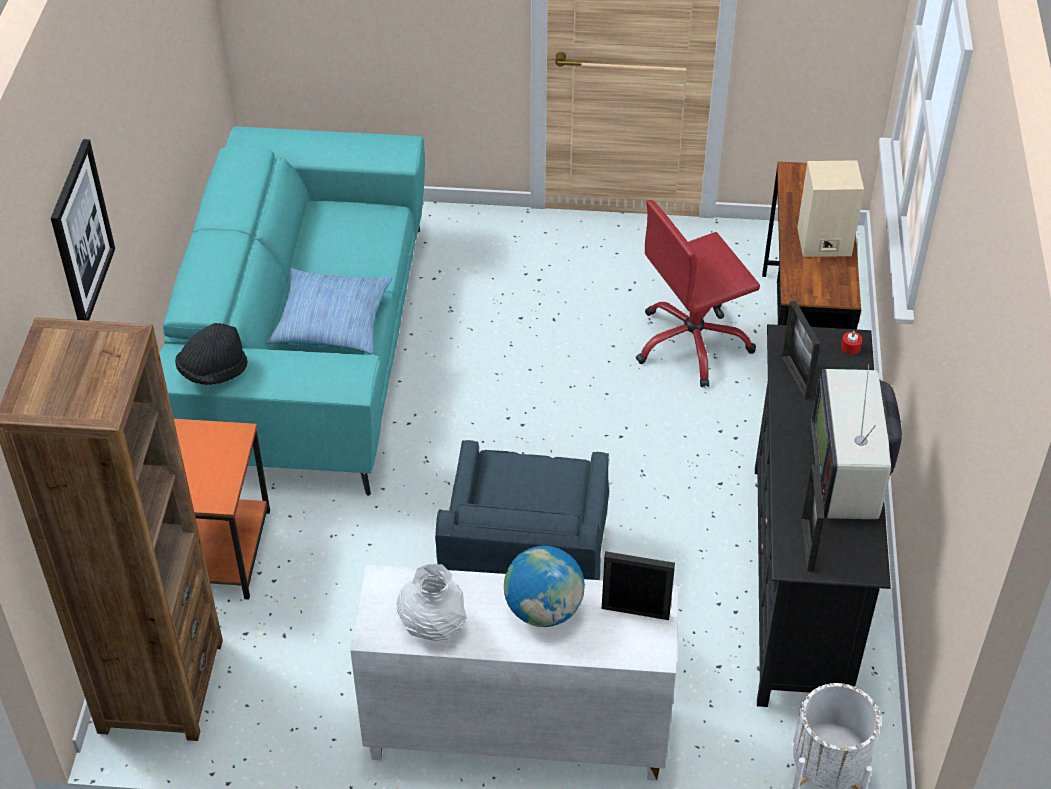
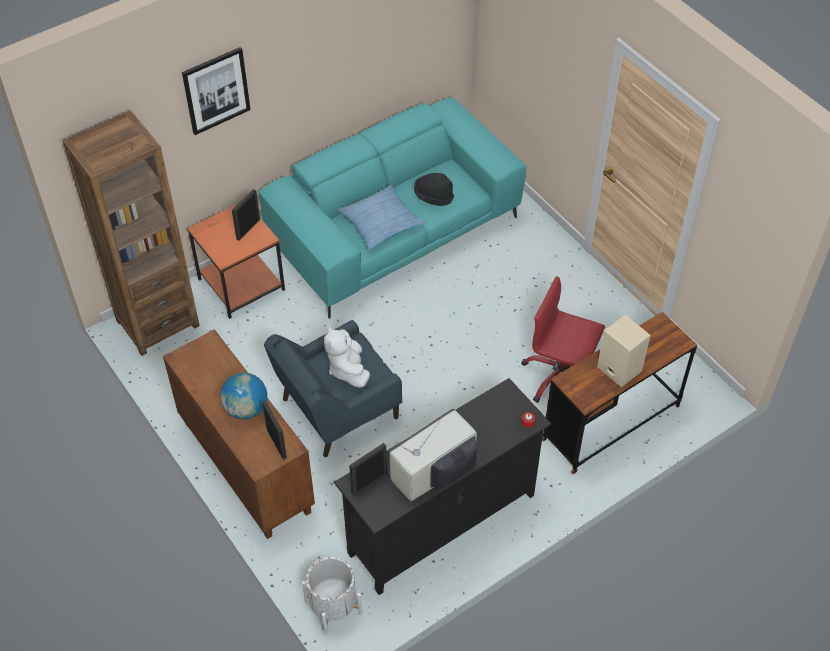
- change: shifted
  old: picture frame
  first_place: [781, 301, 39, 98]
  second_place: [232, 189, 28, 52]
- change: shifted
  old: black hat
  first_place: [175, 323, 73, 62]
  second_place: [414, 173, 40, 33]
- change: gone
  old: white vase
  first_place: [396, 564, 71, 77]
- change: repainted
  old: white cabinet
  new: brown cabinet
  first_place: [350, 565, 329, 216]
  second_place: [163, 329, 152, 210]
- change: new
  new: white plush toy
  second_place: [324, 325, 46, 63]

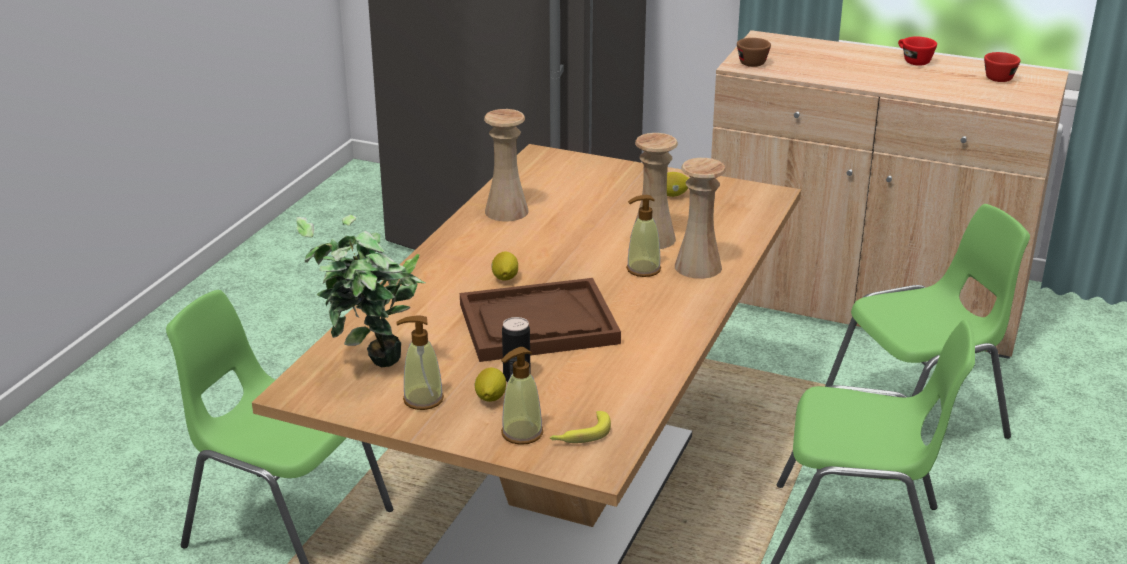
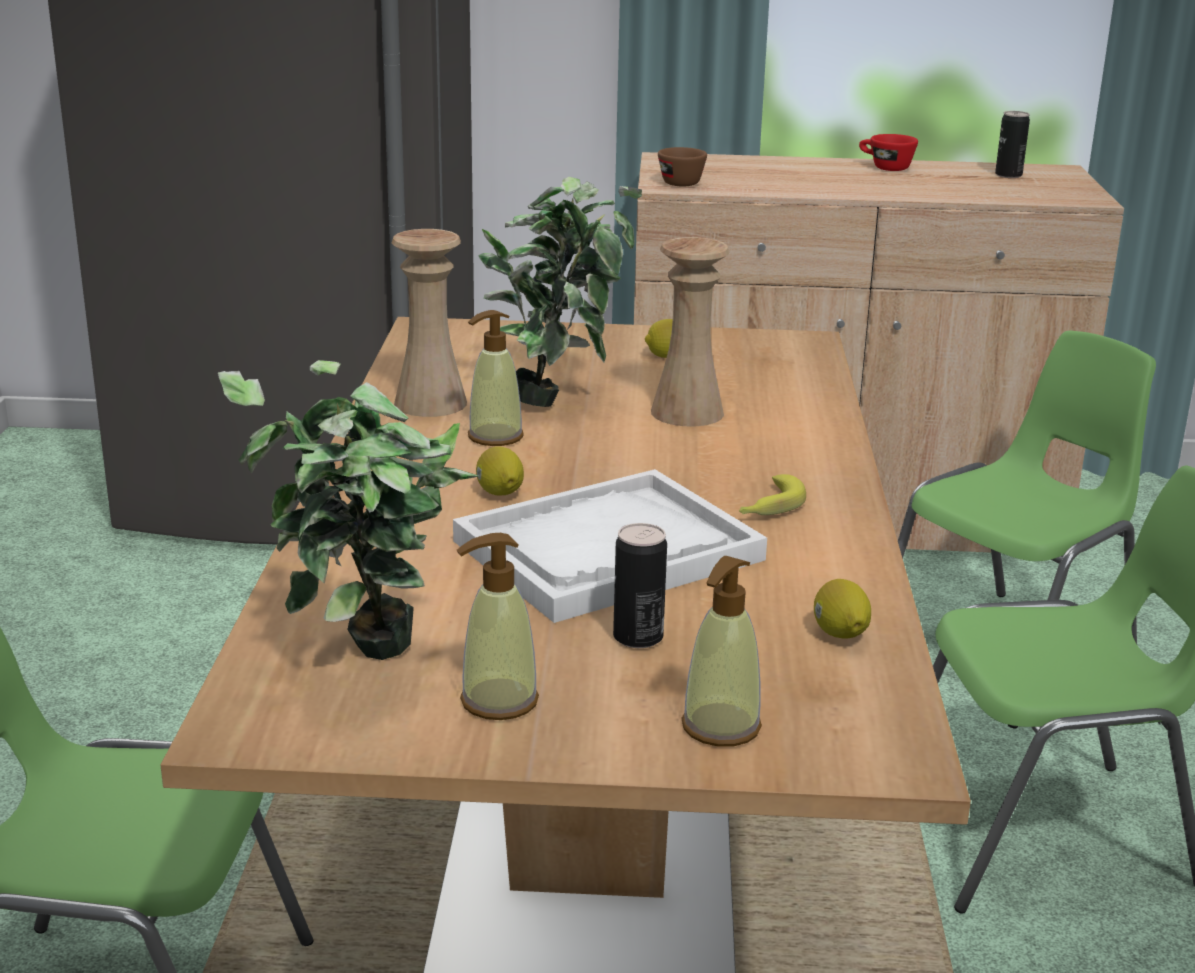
- change: swapped
  old: red cup
  new: can
  first_place: [984, 52, 37, 30]
  second_place: [995, 111, 35, 67]
- change: gone
  old: beige vase
  first_place: [675, 158, 51, 121]
- change: shifted
  old: soap dispenser
  first_place: [626, 195, 35, 82]
  second_place: [468, 310, 56, 136]
- change: repainted
  old: brown tray
  new: white tray
  first_place: [460, 278, 161, 84]
  second_place: [453, 469, 314, 154]
- change: shifted
  old: lemon
  first_place: [475, 367, 31, 35]
  second_place: [814, 579, 57, 59]
- change: shifted
  old: banana
  first_place: [550, 411, 61, 32]
  second_place: [739, 474, 67, 41]
- change: new
  new: potted plant
  second_place: [478, 177, 164, 230]

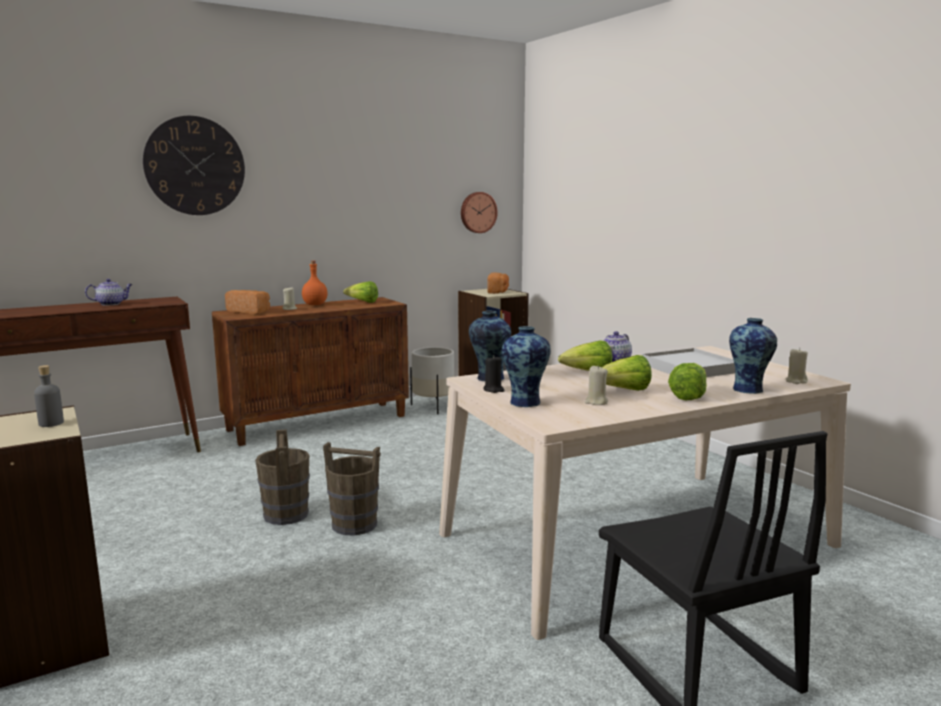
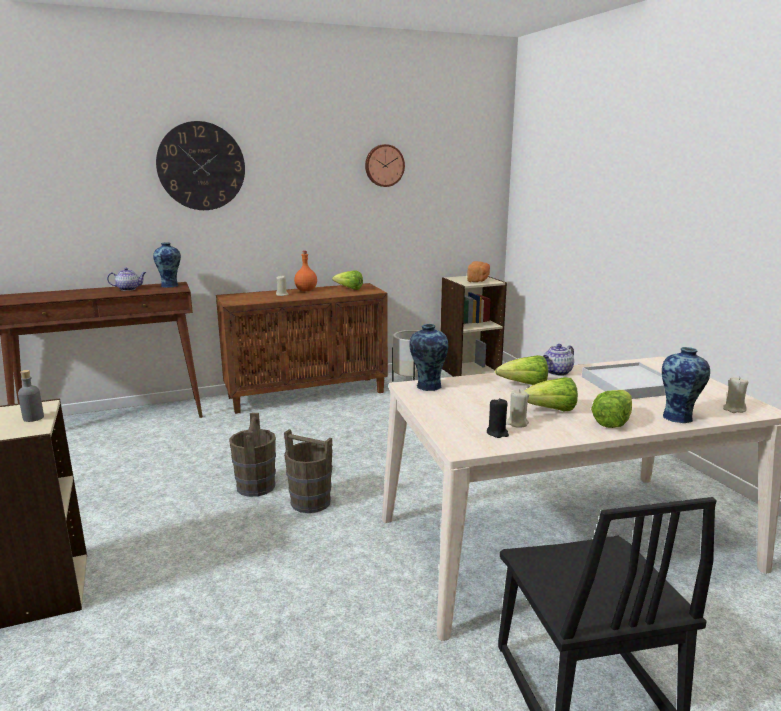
- change: shifted
  old: wall clock
  first_place: [461, 192, 37, 41]
  second_place: [365, 144, 40, 43]
- change: gone
  old: bread
  first_place: [225, 290, 45, 24]
- change: shifted
  old: vase
  first_place: [502, 326, 49, 81]
  second_place: [153, 243, 28, 45]
- change: shifted
  old: black candle
  first_place: [484, 355, 21, 38]
  second_place: [487, 398, 22, 40]

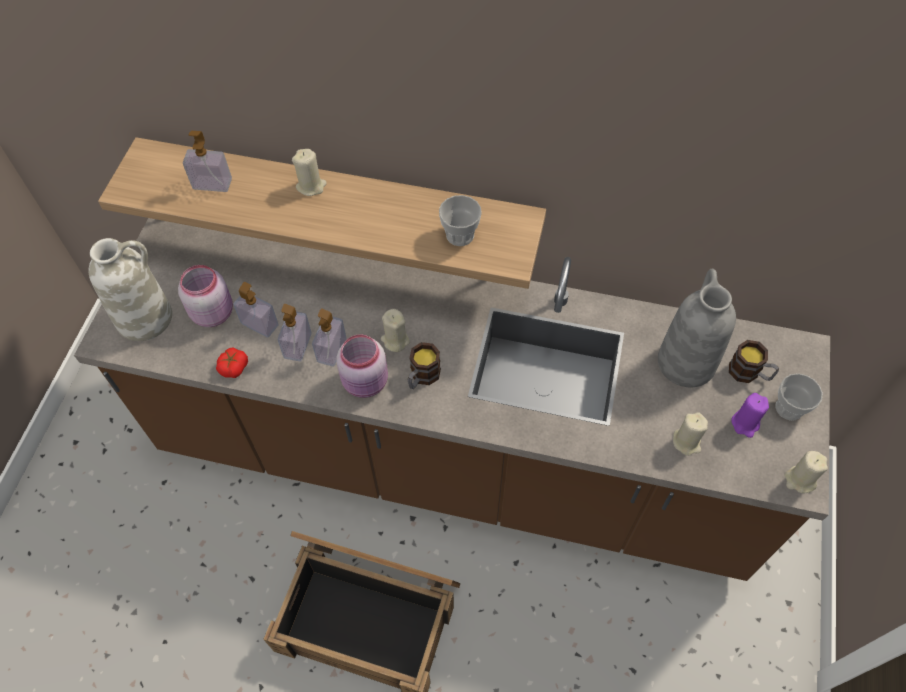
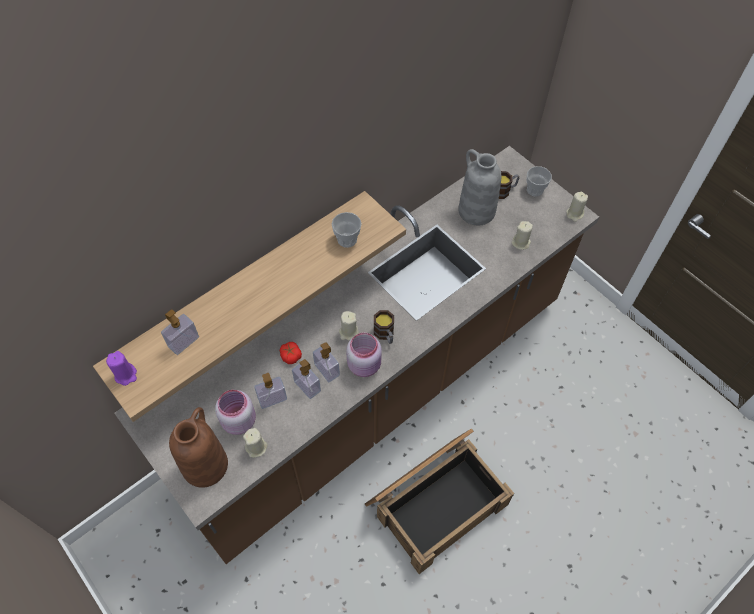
- change: shifted
  old: beige candle
  first_place: [292, 149, 35, 47]
  second_place: [243, 428, 25, 30]
- change: repainted
  old: white vase
  new: brown vase
  first_place: [88, 238, 84, 103]
  second_place: [169, 407, 59, 81]
- change: shifted
  old: tomato
  first_place: [216, 347, 32, 31]
  second_place: [280, 342, 22, 22]
- change: shifted
  old: purple candle
  first_place: [731, 393, 38, 45]
  second_place: [106, 351, 31, 35]

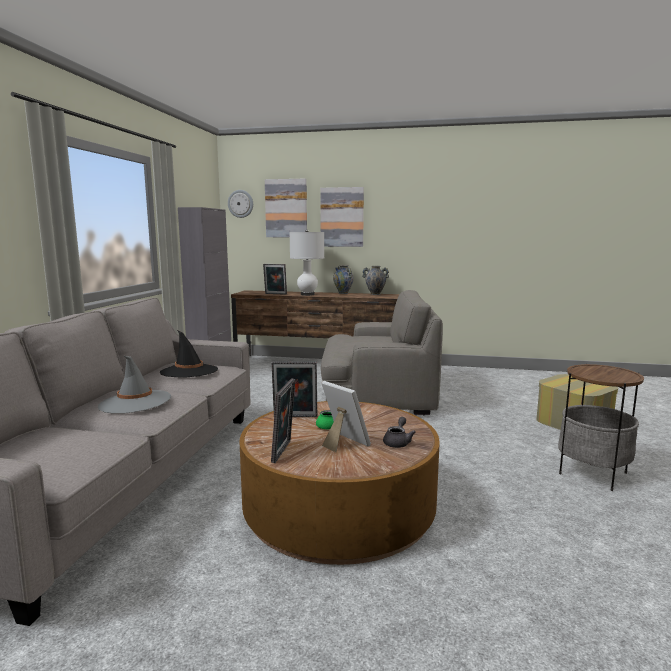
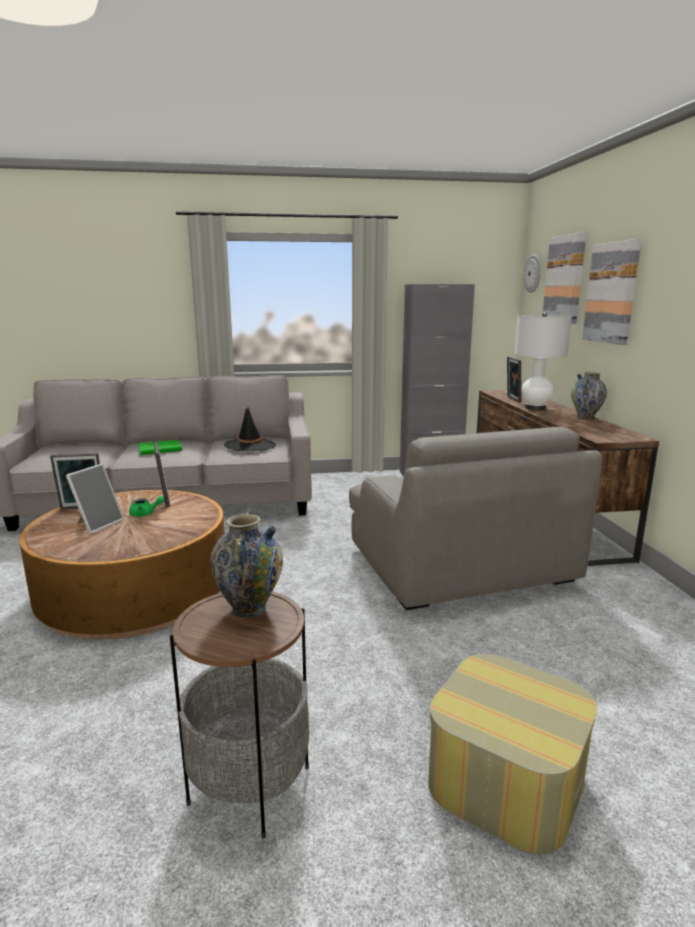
- change: shifted
  old: vase
  first_place: [362, 266, 27, 29]
  second_place: [210, 512, 73, 106]
- change: swapped
  old: grey hat
  new: green book
  first_place: [98, 356, 73, 58]
  second_place: [138, 440, 44, 15]
- change: gone
  old: grey teapot
  first_place: [383, 417, 33, 31]

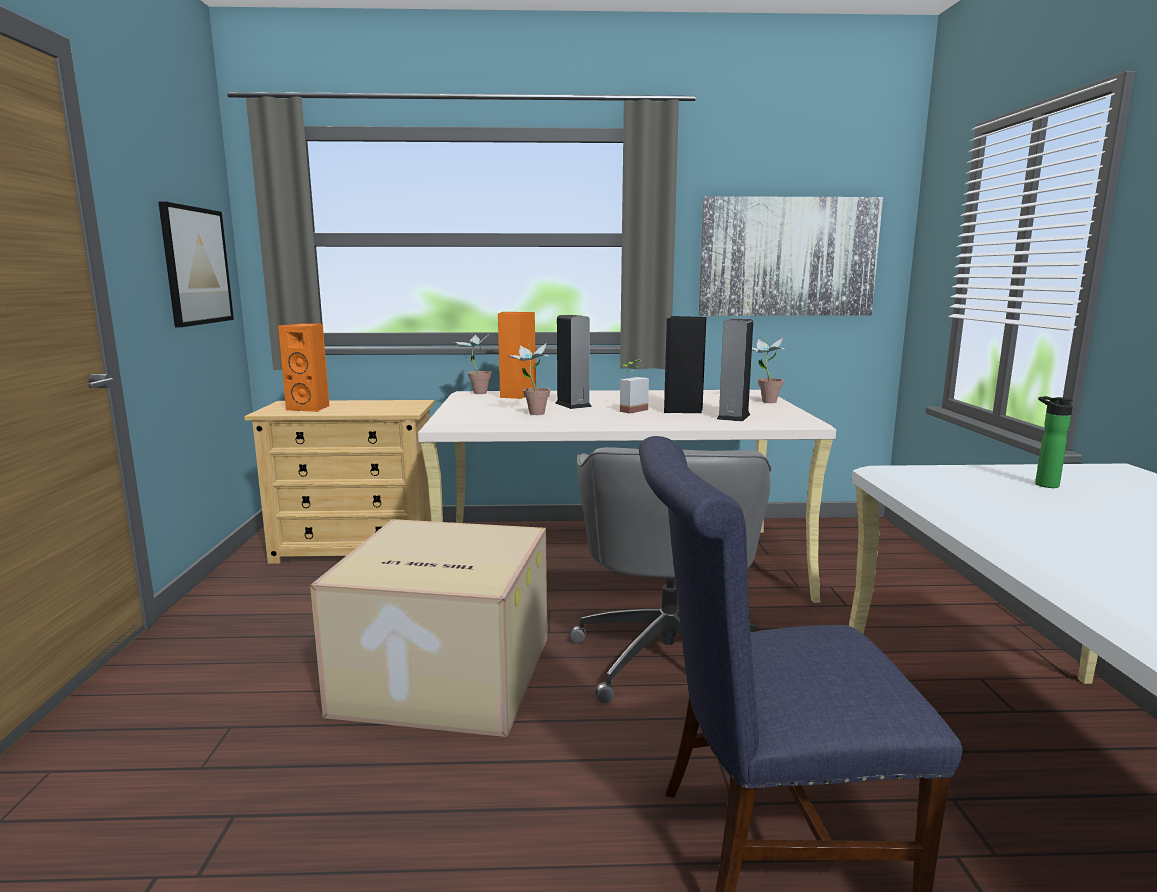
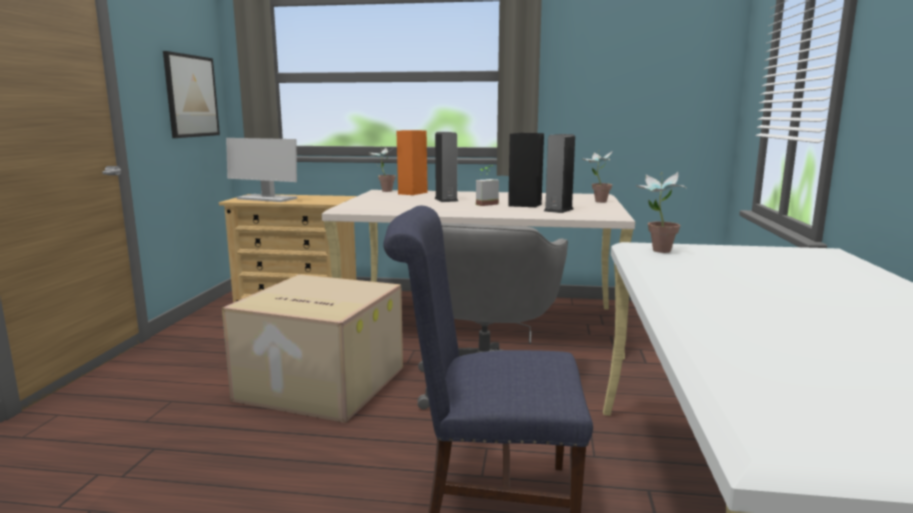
- change: gone
  old: picture
  first_place: [699, 196, 184, 120]
- change: swapped
  old: orange speaker
  new: monitor
  first_place: [278, 323, 52, 89]
  second_place: [226, 138, 71, 64]
- change: shifted
  old: potted plant
  first_place: [507, 343, 44, 72]
  second_place: [636, 172, 50, 81]
- change: gone
  old: bottle
  first_place: [1035, 396, 38, 92]

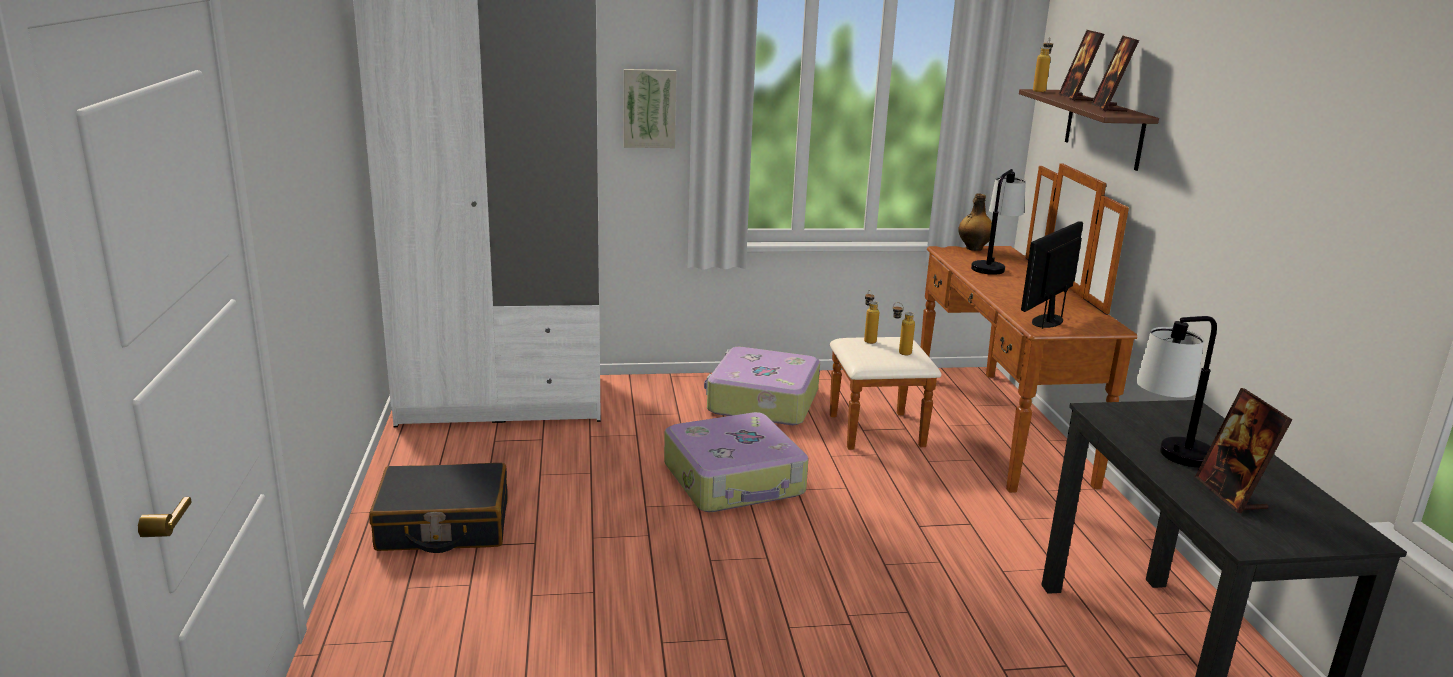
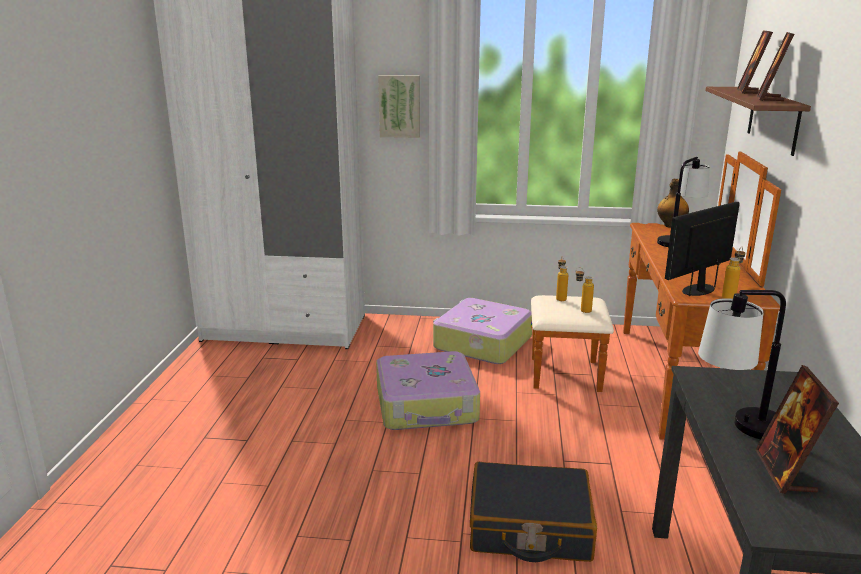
- change: shifted
  old: bottle
  first_place: [1033, 37, 20, 55]
  second_place: [722, 247, 23, 52]
- change: shifted
  old: black suitcase
  first_place: [369, 463, 139, 90]
  second_place: [470, 462, 127, 100]

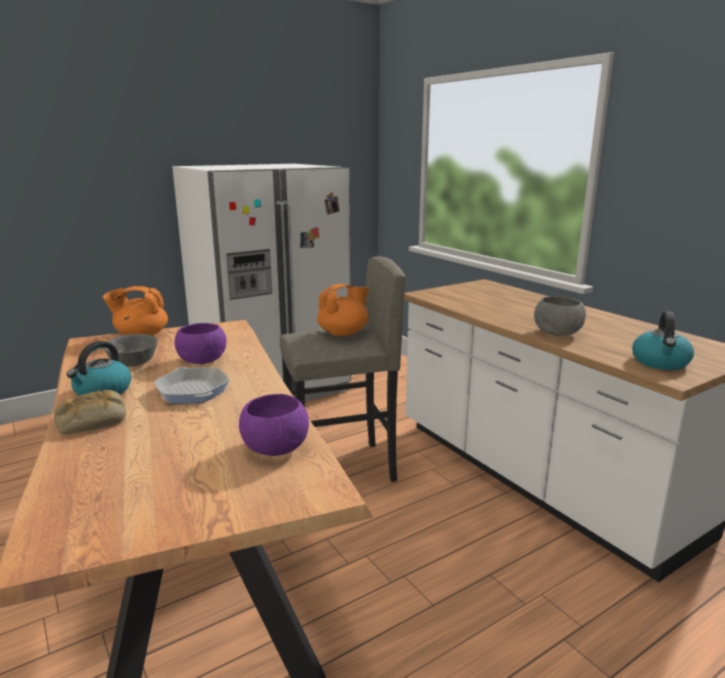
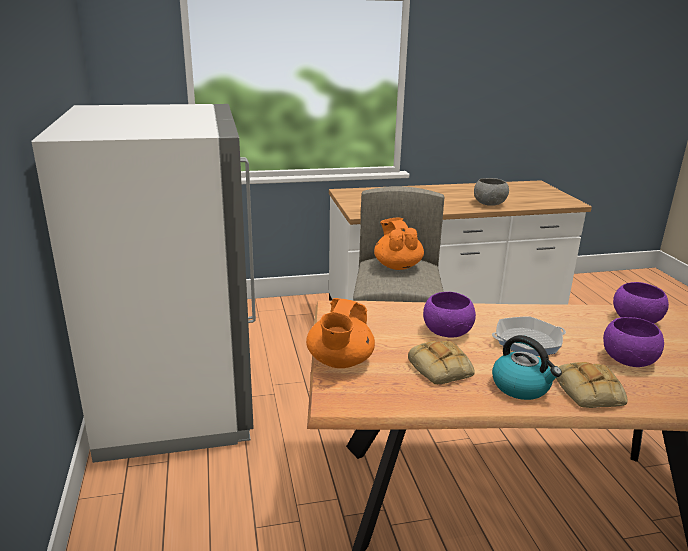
- change: gone
  old: kettle
  first_place: [632, 311, 62, 59]
- change: swapped
  old: grey bowl
  new: bread
  first_place: [104, 334, 54, 33]
  second_place: [408, 341, 67, 44]
- change: new
  new: purple bowl
  second_place: [603, 317, 61, 50]

